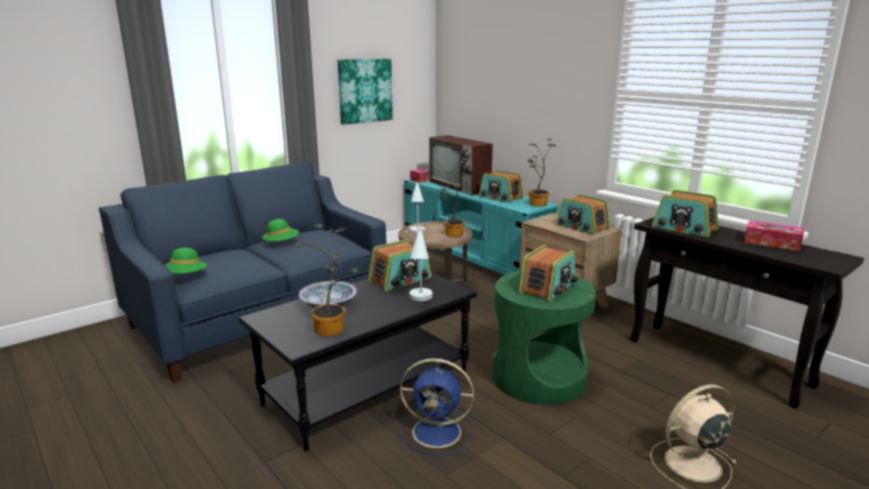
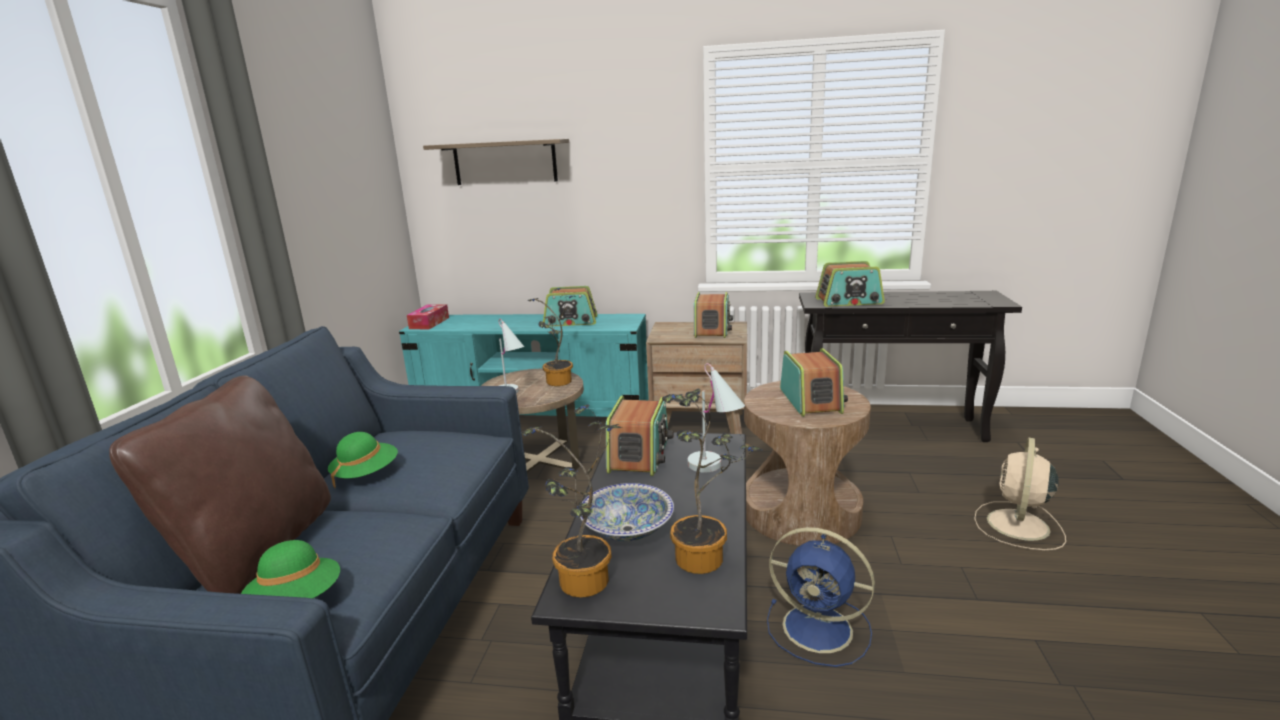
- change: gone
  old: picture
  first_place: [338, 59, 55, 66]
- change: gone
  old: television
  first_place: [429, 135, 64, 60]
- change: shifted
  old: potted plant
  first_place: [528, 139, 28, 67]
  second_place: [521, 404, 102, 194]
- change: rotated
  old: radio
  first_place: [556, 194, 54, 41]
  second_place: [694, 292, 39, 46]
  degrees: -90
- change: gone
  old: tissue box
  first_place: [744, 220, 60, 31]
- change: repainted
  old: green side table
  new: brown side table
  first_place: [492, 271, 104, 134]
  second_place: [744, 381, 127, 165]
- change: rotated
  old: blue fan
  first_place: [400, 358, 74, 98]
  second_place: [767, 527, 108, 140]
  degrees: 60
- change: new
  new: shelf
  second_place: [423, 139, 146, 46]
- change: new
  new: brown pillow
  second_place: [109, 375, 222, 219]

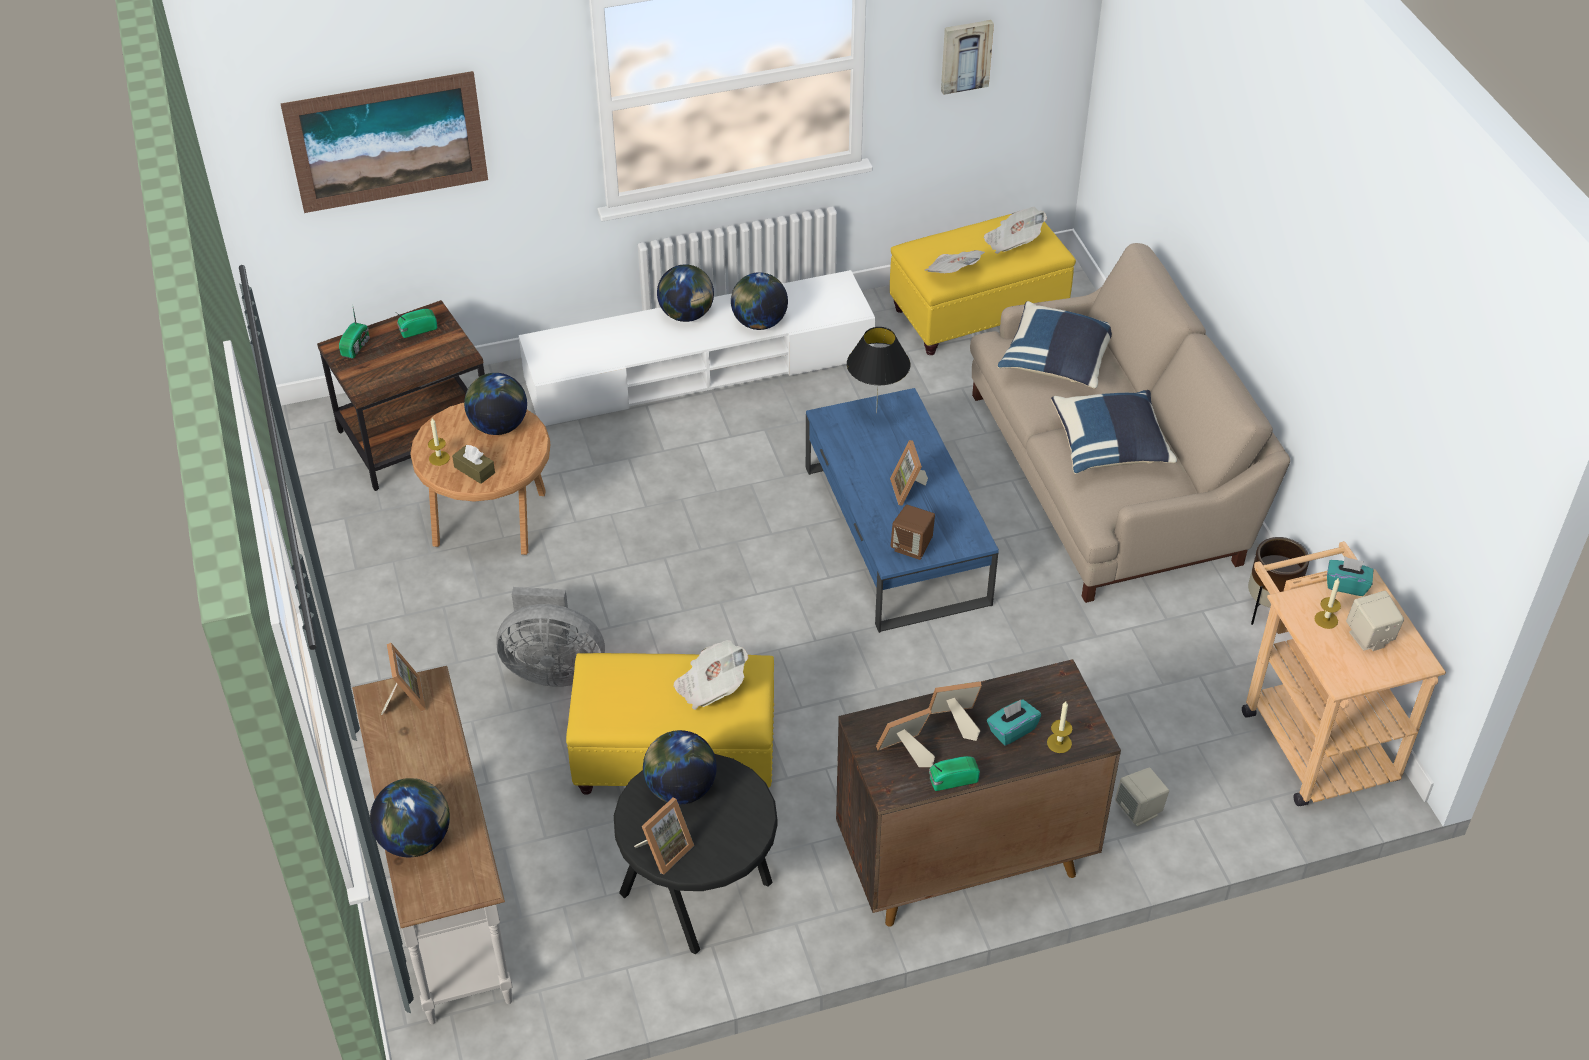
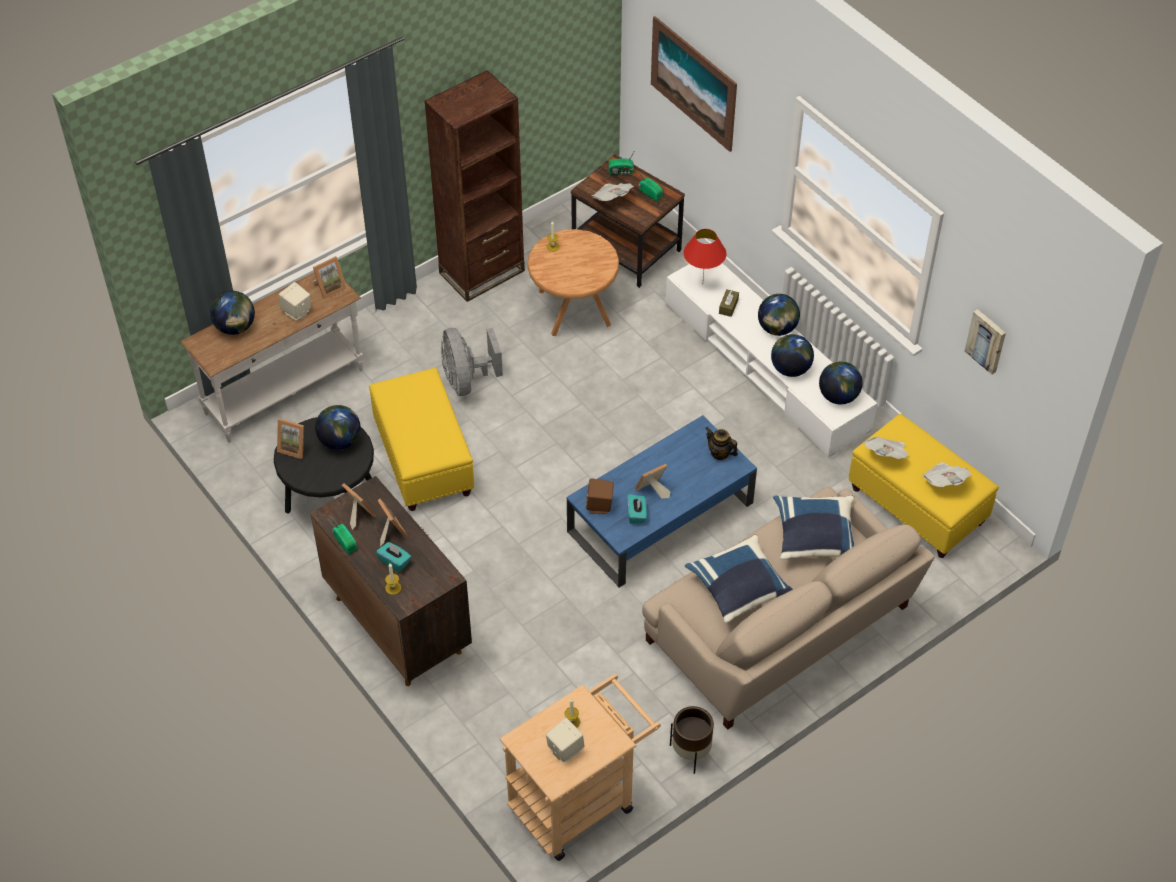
- change: swapped
  old: black table lamp
  new: teapot
  first_place: [847, 327, 63, 86]
  second_place: [705, 427, 33, 33]
- change: shifted
  old: globe
  first_place: [464, 373, 63, 62]
  second_place: [819, 361, 44, 43]
- change: shifted
  old: brown tissue box
  first_place: [452, 445, 43, 39]
  second_place: [719, 289, 20, 28]
- change: shifted
  old: turquoise tissue box
  first_place: [1327, 557, 46, 39]
  second_place: [627, 494, 20, 30]
- change: shifted
  old: newspaper
  first_place: [673, 640, 75, 70]
  second_place: [592, 183, 42, 18]
- change: shifted
  old: beige speaker
  first_place: [1115, 768, 54, 59]
  second_place: [279, 282, 32, 39]
- change: new
  new: brown bookcase
  second_place: [425, 70, 100, 232]
- change: new
  new: red table lamp
  second_place: [683, 229, 43, 50]

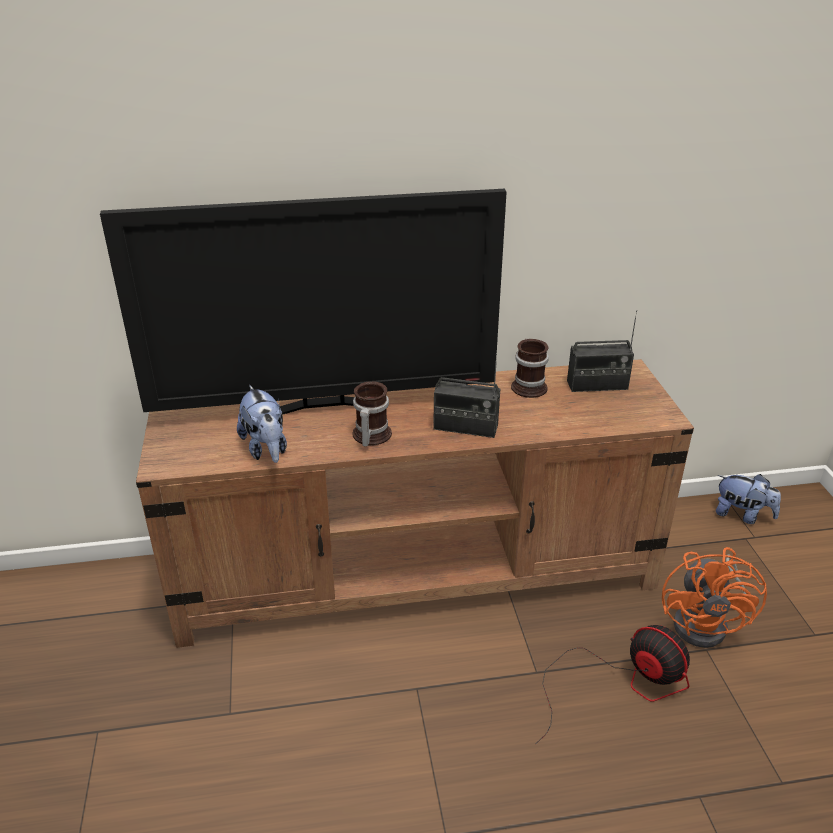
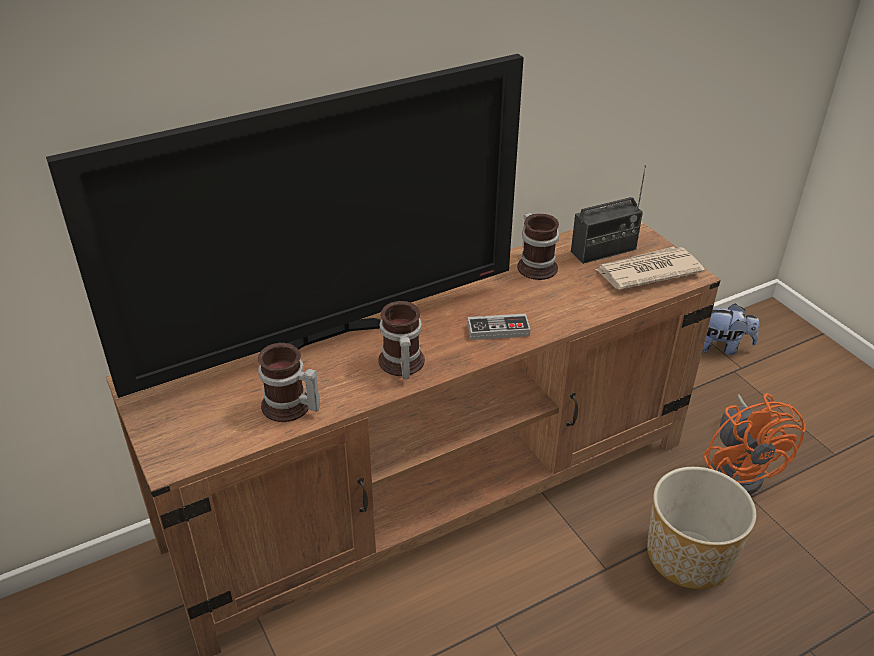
- change: swapped
  old: radio
  new: game controller
  first_place: [433, 353, 67, 85]
  second_place: [467, 314, 64, 26]
- change: swapped
  old: plush toy
  new: mug
  first_place: [237, 385, 50, 78]
  second_place: [258, 343, 62, 79]
- change: swapped
  old: fan
  new: planter
  first_place: [535, 625, 155, 120]
  second_place: [647, 467, 109, 122]
- change: new
  new: newspaper
  second_place: [595, 247, 110, 43]

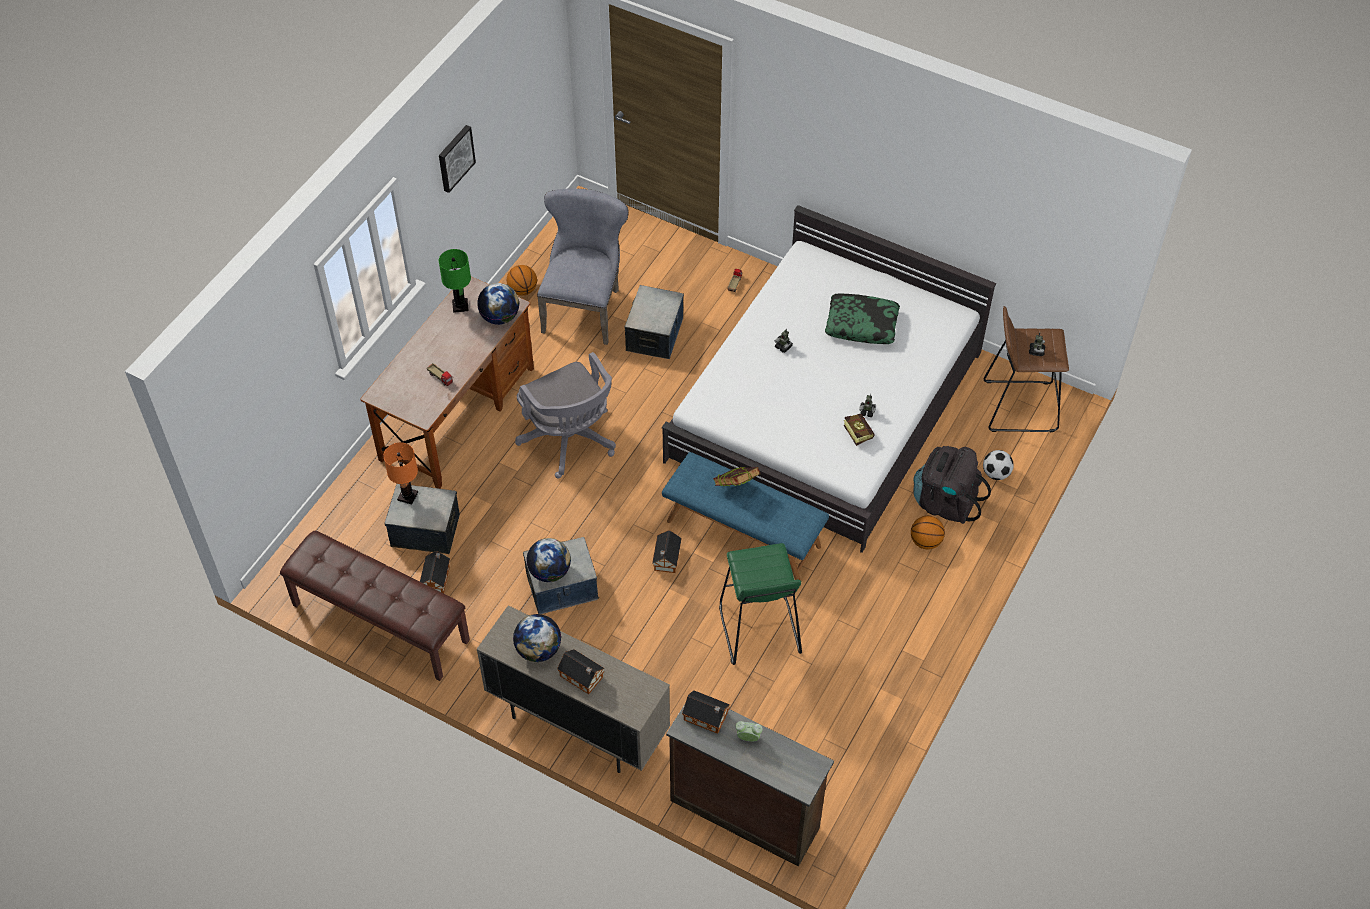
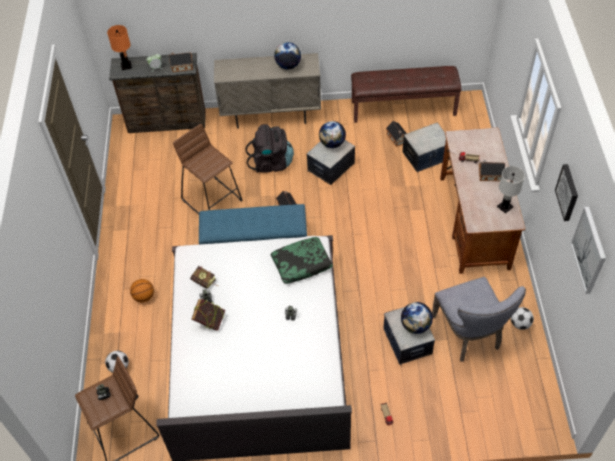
- change: repainted
  old: green table lamp
  new: white table lamp
  first_place: [439, 249, 32, 64]
  second_place: [497, 166, 28, 47]
- change: swapped
  old: basketball
  new: football
  first_place: [507, 265, 30, 31]
  second_place: [511, 307, 23, 23]
- change: shifted
  old: globe
  first_place: [477, 283, 42, 42]
  second_place: [401, 302, 32, 32]
- change: shifted
  old: pillow
  first_place: [825, 293, 75, 51]
  second_place: [271, 237, 62, 47]
- change: gone
  old: grey office chair
  first_place: [515, 352, 101, 127]
- change: shifted
  old: orange table lamp
  first_place: [383, 442, 35, 62]
  second_place: [107, 25, 25, 45]
- change: shifted
  old: black backpack
  first_place: [914, 446, 77, 78]
  second_place: [246, 124, 48, 49]
- change: shifted
  old: book
  first_place: [713, 467, 47, 19]
  second_place: [192, 299, 33, 32]
- change: repainted
  old: green stool
  new: brown stool
  first_place: [719, 543, 83, 122]
  second_place: [173, 124, 70, 91]
- change: shifted
  old: toy house
  first_place: [557, 649, 48, 45]
  second_place: [479, 160, 26, 21]
- change: new
  new: picture
  second_place: [571, 207, 35, 87]

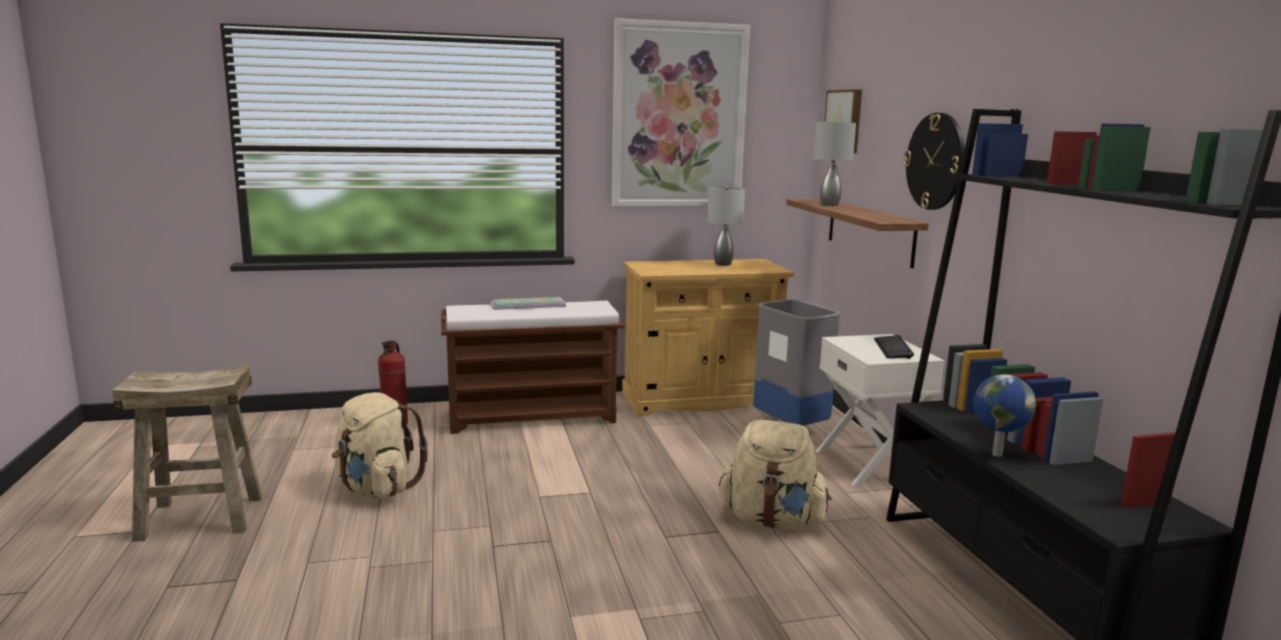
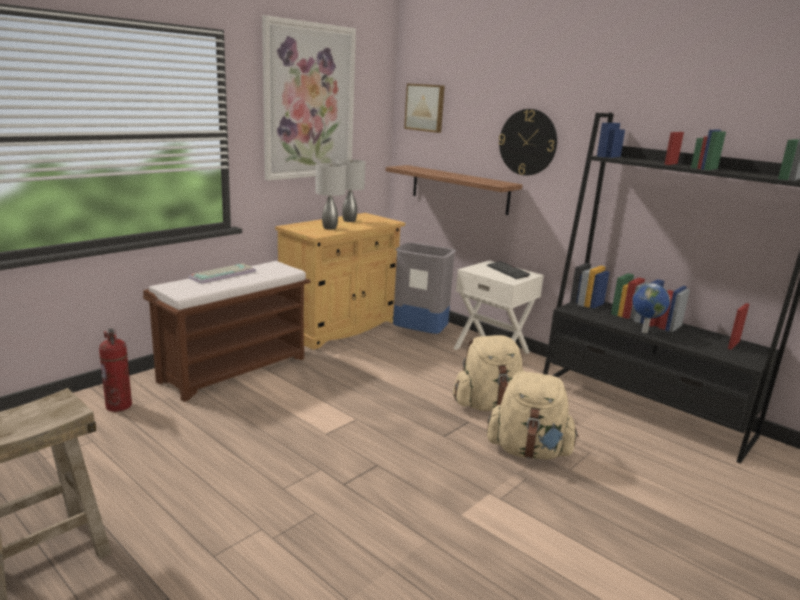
- change: shifted
  old: grey table lamp
  first_place: [814, 121, 42, 85]
  second_place: [315, 163, 31, 67]
- change: shifted
  old: beige backpack
  first_place: [332, 392, 96, 106]
  second_place: [487, 371, 92, 89]

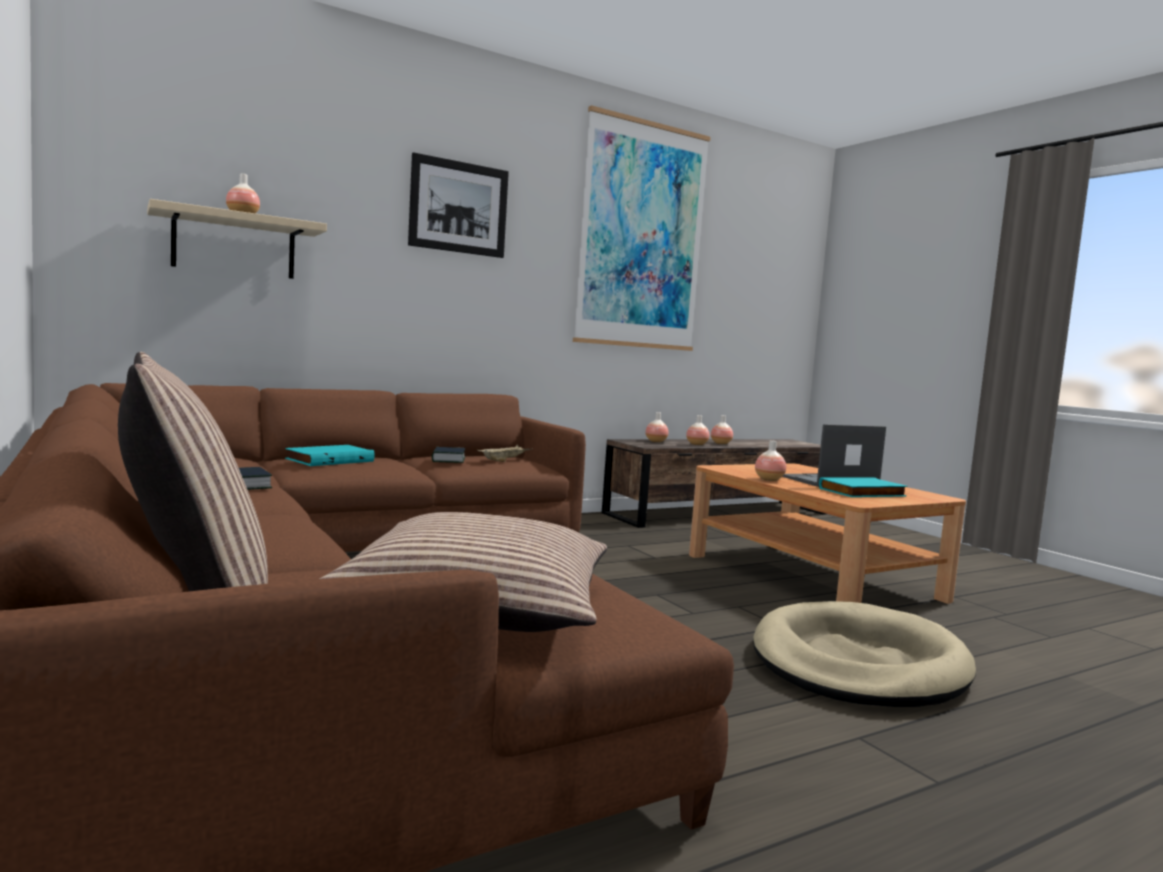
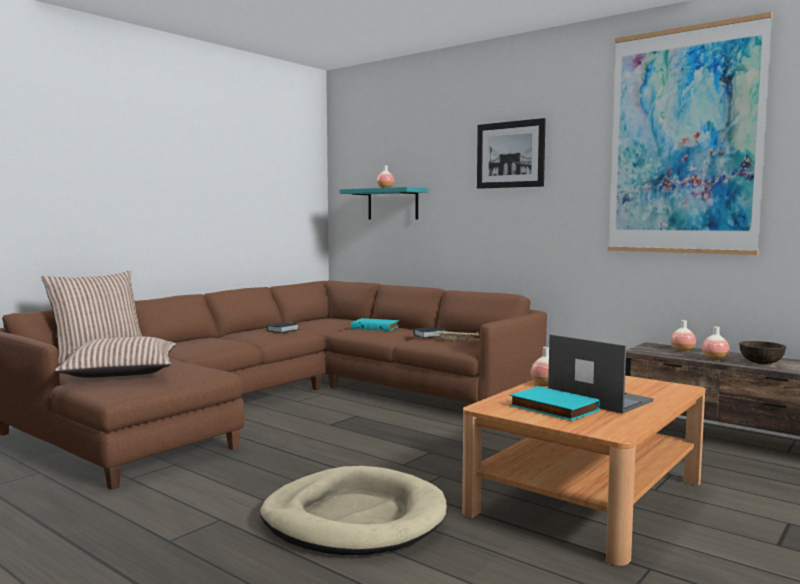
- change: repainted
  old: beige shelf
  new: turquoise shelf
  first_place: [147, 199, 180, 80]
  second_place: [339, 187, 88, 33]
- change: swapped
  old: vase
  new: brown bowl
  first_place: [711, 415, 22, 30]
  second_place: [739, 341, 47, 23]

